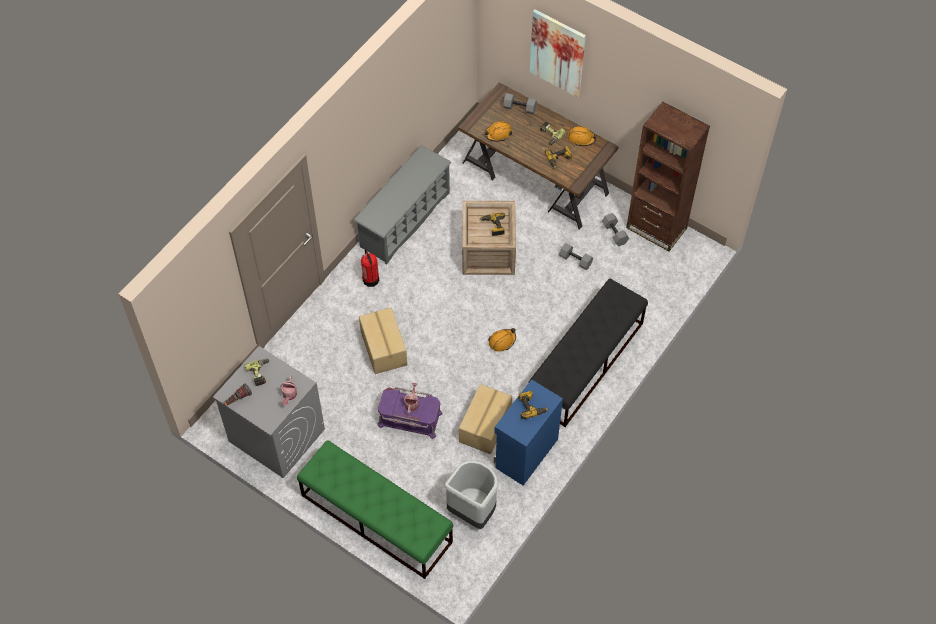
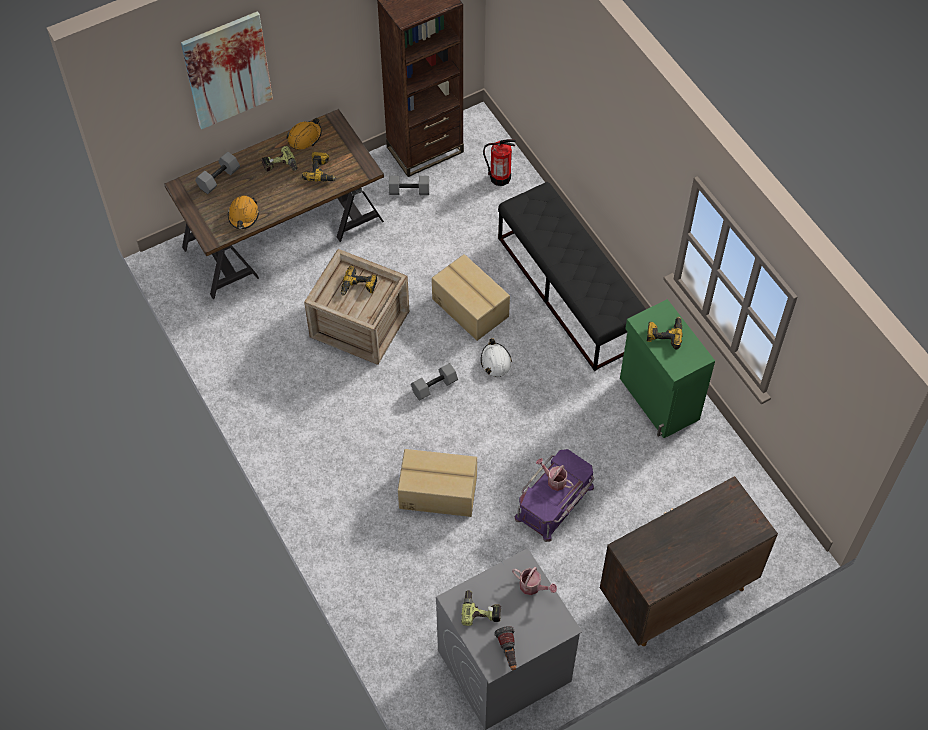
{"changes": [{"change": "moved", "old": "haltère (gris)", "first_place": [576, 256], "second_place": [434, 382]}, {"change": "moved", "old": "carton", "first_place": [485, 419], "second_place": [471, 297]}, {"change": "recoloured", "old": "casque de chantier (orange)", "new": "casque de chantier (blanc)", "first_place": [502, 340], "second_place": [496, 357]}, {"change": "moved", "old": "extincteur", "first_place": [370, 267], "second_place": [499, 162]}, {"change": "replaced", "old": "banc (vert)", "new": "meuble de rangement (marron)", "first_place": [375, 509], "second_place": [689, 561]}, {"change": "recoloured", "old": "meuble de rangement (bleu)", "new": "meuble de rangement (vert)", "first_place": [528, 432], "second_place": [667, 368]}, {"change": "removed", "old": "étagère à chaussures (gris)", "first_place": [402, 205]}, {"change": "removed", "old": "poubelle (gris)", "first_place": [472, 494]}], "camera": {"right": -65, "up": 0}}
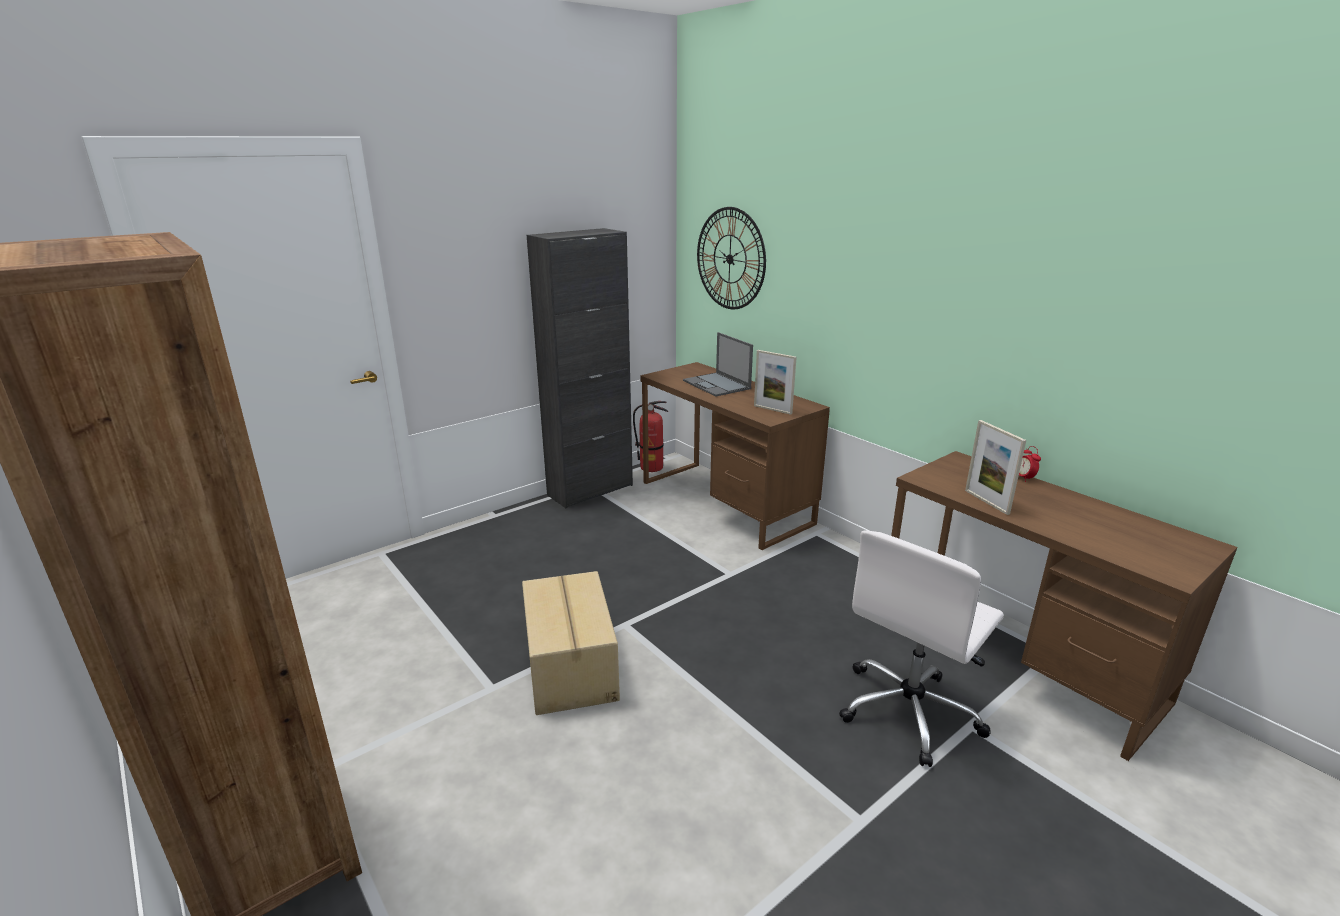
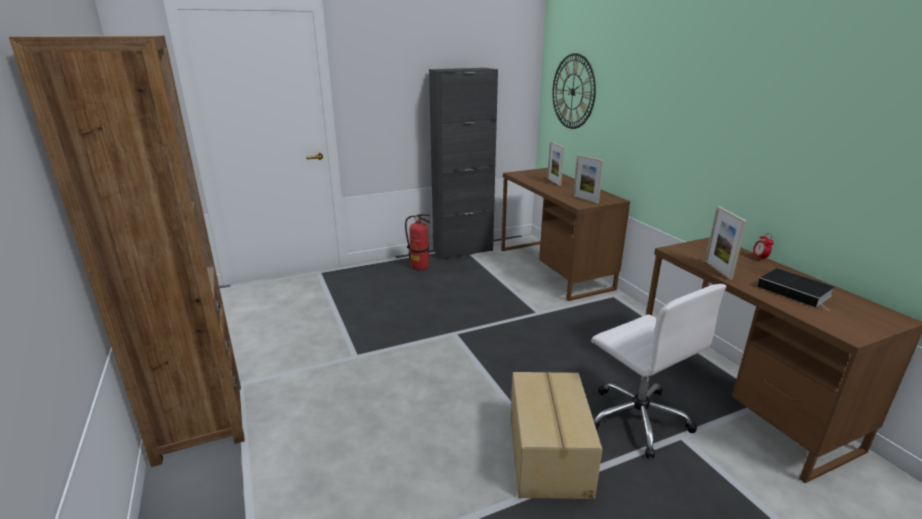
{"changes": [{"change": "moved", "old": "extincteur", "first_place": [650, 436], "second_place": [418, 242]}, {"change": "moved", "old": "carton", "first_place": [571, 643], "second_place": [556, 435]}, {"change": "replaced", "old": "ordinateur portable", "new": "cadre photo", "first_place": [718, 364], "second_place": [555, 163]}, {"change": "turned", "old": "chaise de bureau (blanc)", "first_place": [921, 649], "second_place": [658, 371], "degrees": -90}, {"change": "added", "new": "livre", "second_place": [796, 289]}], "camera": {"right": 15, "up": 0}}
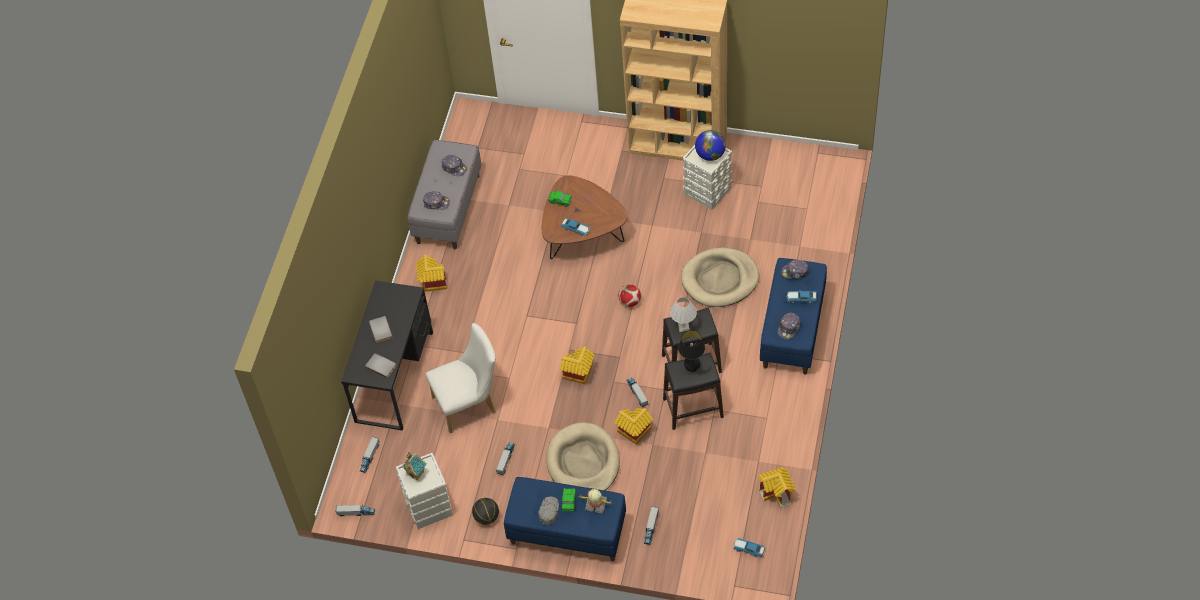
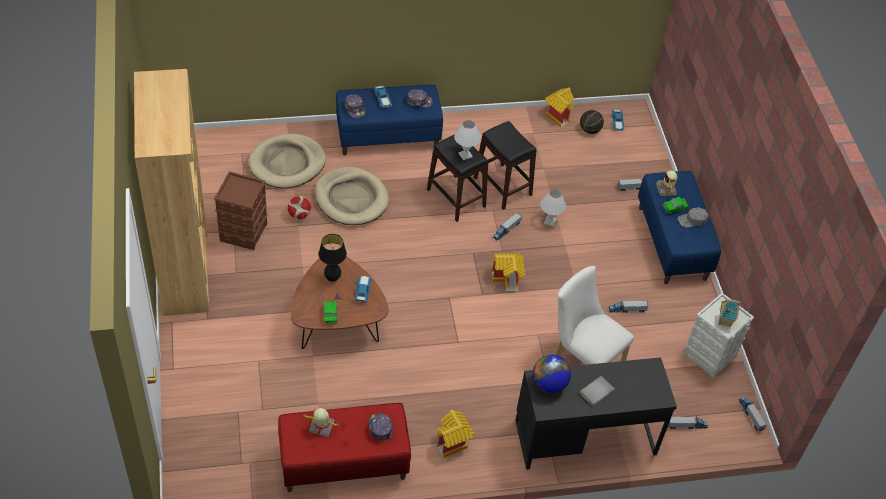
{"changes": [{"change": "recoloured", "old": "boîte de rangement (gris)", "new": "boîte de rangement (marron)", "first_place": [707, 177], "second_place": [240, 210]}, {"change": "moved", "old": "panier pour chien (beige)", "first_place": [583, 456], "second_place": [287, 161]}, {"change": "recoloured", "old": "banc (gris)", "new": "banc (rouge)", "first_place": [445, 194], "second_place": [344, 447]}, {"change": "moved", "old": "ballon de foot", "first_place": [629, 295], "second_place": [299, 207]}, {"change": "replaced", "old": "casquette", "new": "robot jouet", "first_place": [454, 165], "second_place": [321, 422]}, {"change": "moved", "old": "lampe de table (noir)", "first_place": [691, 351], "second_place": [332, 258]}, {"change": "moved", "old": "globe", "first_place": [710, 145], "second_place": [552, 374]}, {"change": "replaced", "old": "maison miniature", "new": "lampe de table (blanc)", "first_place": [634, 426], "second_place": [553, 208]}, {"change": "moved", "old": "ballon de basket", "first_place": [485, 511], "second_place": [592, 122]}, {"change": "removed", "old": "livre (gris)", "first_place": [380, 365]}], "camera": {"right": -120, "up": -5}}
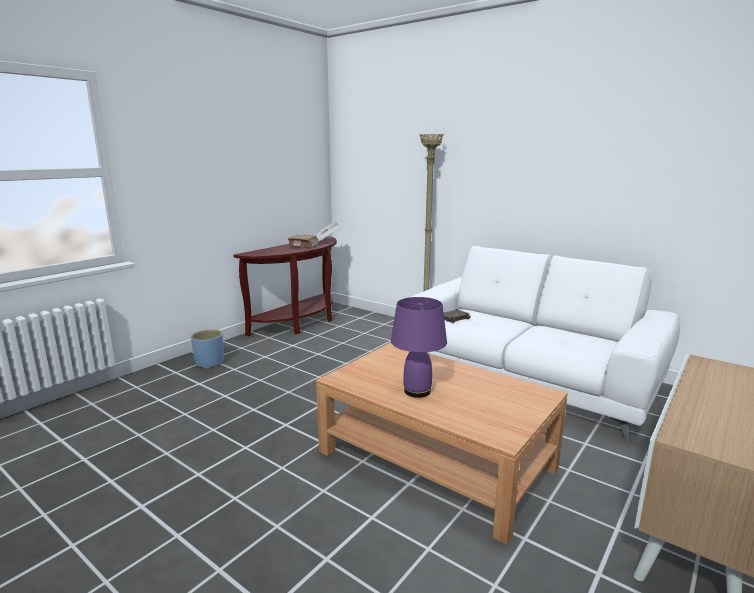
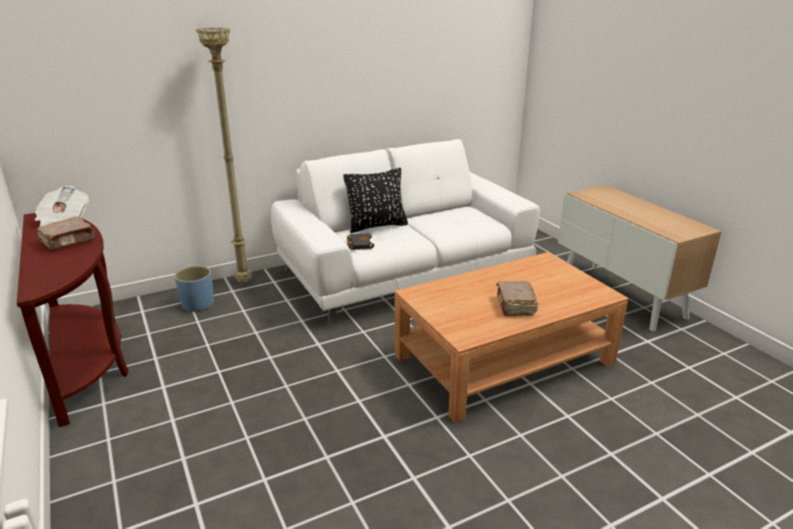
{"changes": [{"change": "moved", "old": "cache-pot (bleu)", "first_place": [207, 349], "second_place": [194, 289]}, {"change": "added", "new": "coussin (noir)", "second_place": [375, 200]}, {"change": "replaced", "old": "lampe de table (violet)", "new": "livre (marron)", "first_place": [419, 347], "second_place": [517, 298]}], "camera": {"right": -65, "up": 10}}
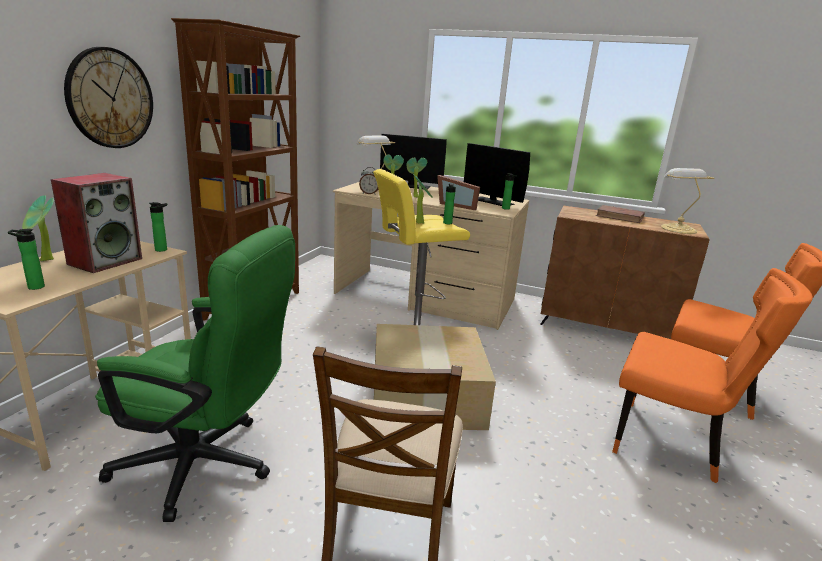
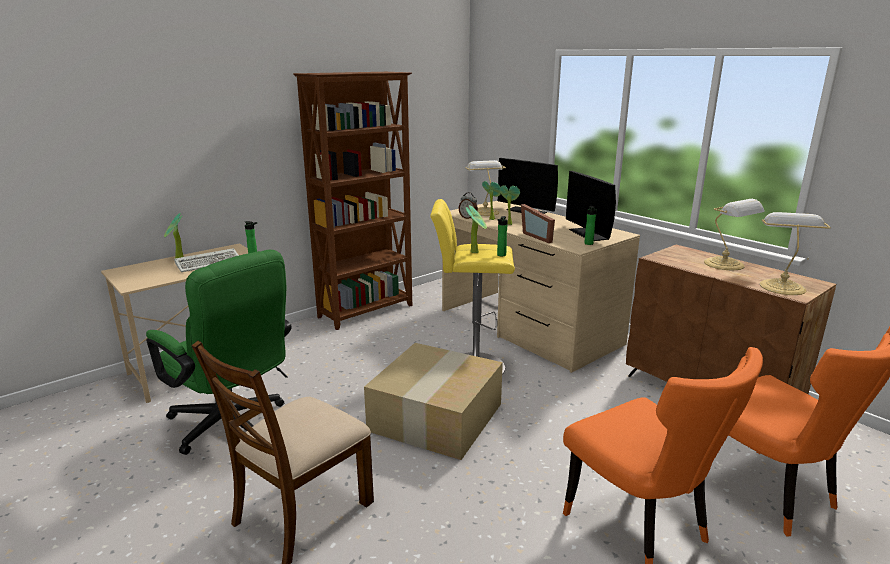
{"changes": [{"change": "replaced", "old": "enceinte", "new": "clavier", "first_place": [96, 223], "second_place": [206, 260]}, {"change": "replaced", "old": "livre (marron)", "new": "lampe de table", "first_place": [620, 214], "second_place": [734, 235]}, {"change": "removed", "old": "bouteille", "first_place": [26, 259]}, {"change": "removed", "old": "horloge murale", "first_place": [108, 97]}], "camera": {"right": 30, "up": 0}}
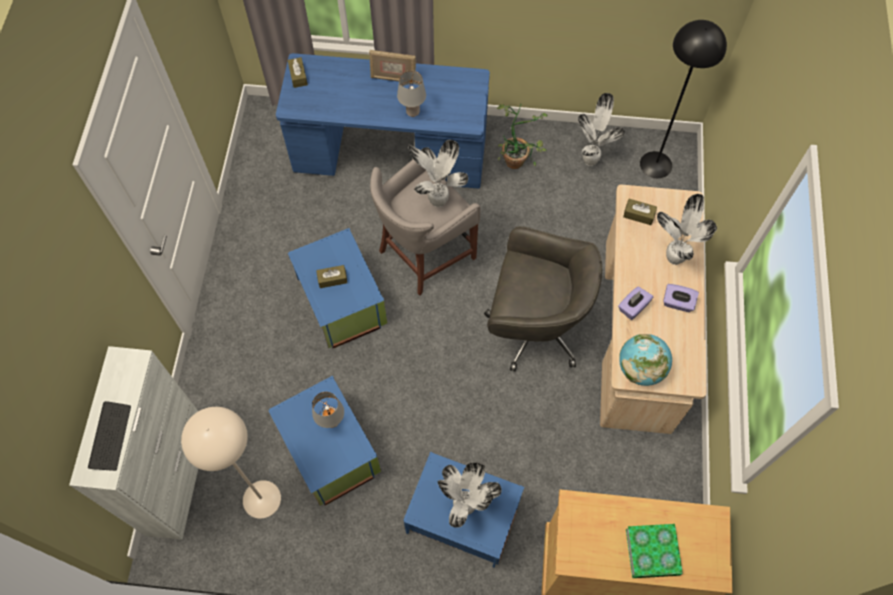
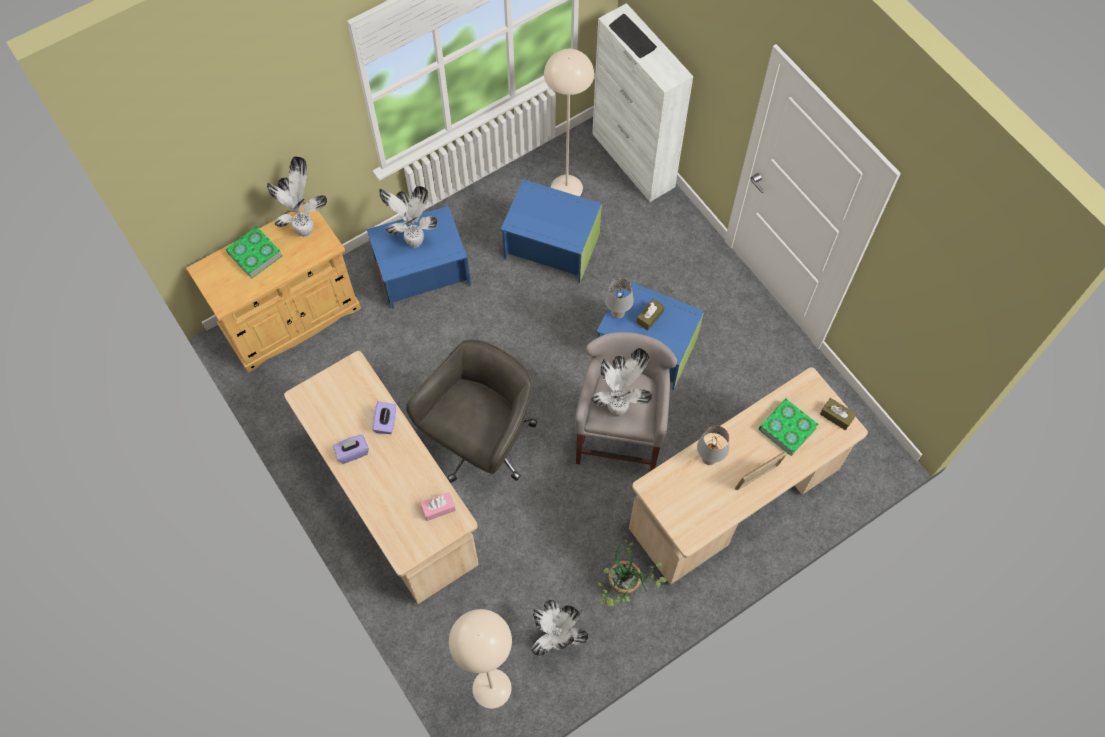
{"changes": [{"change": "moved", "old": "plante en pot", "first_place": [687, 229], "second_place": [297, 196]}, {"change": "turned", "old": "chaise de bureau (gris)", "first_place": [543, 299], "second_place": [472, 411], "degrees": 150}, {"change": "recoloured", "old": "boîte à mouchoirs (marron)", "new": "boîte à mouchoirs (rose)", "first_place": [640, 212], "second_place": [438, 506]}, {"change": "recoloured", "old": "lampadaire (noir)", "new": "lampadaire (beige)", "first_place": [683, 99], "second_place": [480, 659]}, {"change": "moved", "old": "lampe de table (gris)", "first_place": [328, 410], "second_place": [619, 298]}, {"change": "recoloured", "old": "bureau (bleu)", "new": "bureau (beige)", "first_place": [383, 121], "second_place": [748, 476]}, {"change": "added", "new": "livre", "second_place": [788, 427]}, {"change": "removed", "old": "globe", "first_place": [645, 360]}], "camera": {"right": 140, "up": 0}}
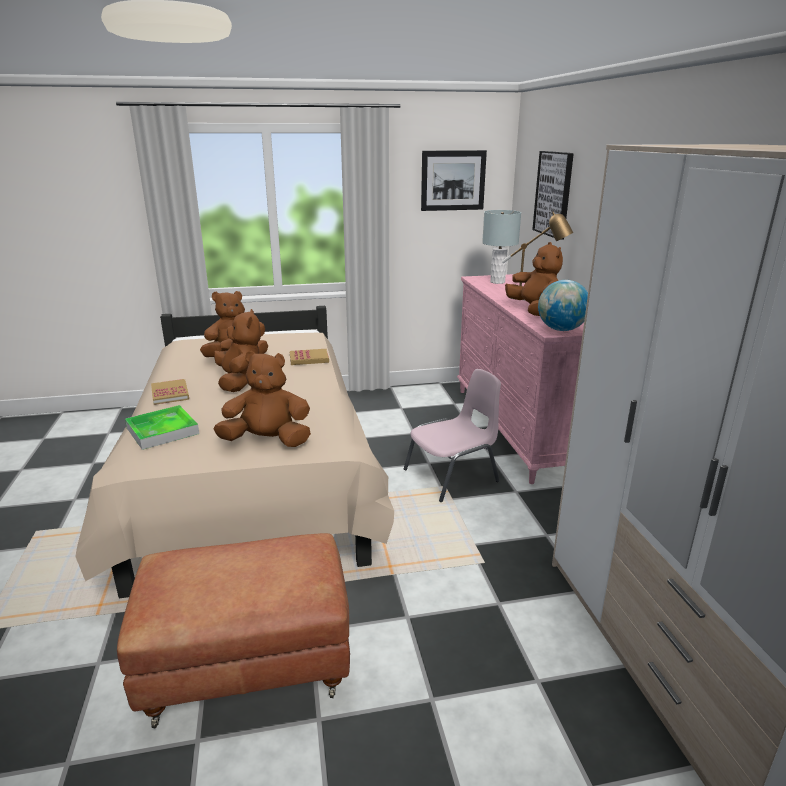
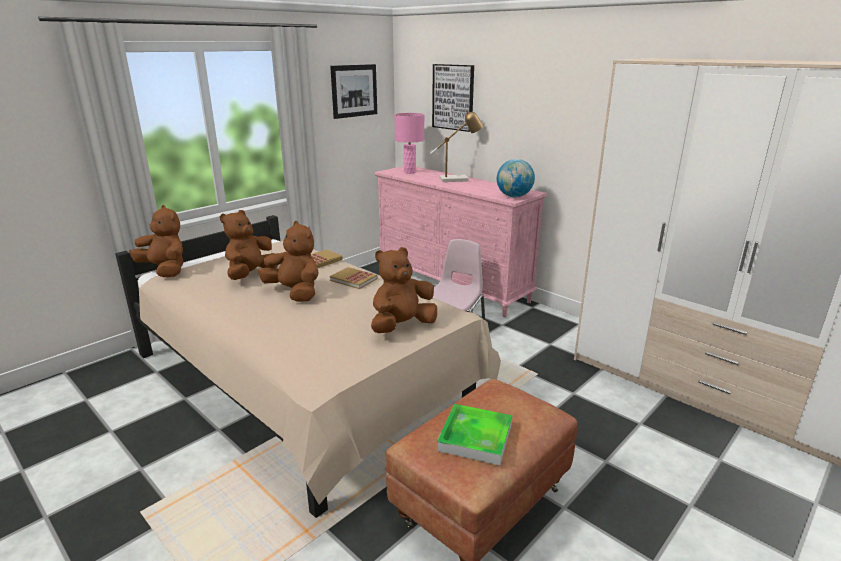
{"changes": [{"change": "moved", "old": "peluche (marron)", "first_place": [534, 279], "second_place": [156, 241]}, {"change": "moved", "old": "livre", "first_place": [170, 392], "second_place": [354, 278]}, {"change": "recoloured", "old": "lampe de table (gris)", "new": "lampe de table (rose)", "first_place": [501, 247], "second_place": [409, 143]}, {"change": "moved", "old": "plateau", "first_place": [162, 427], "second_place": [474, 435]}], "camera": {"right": -35, "up": 0}}
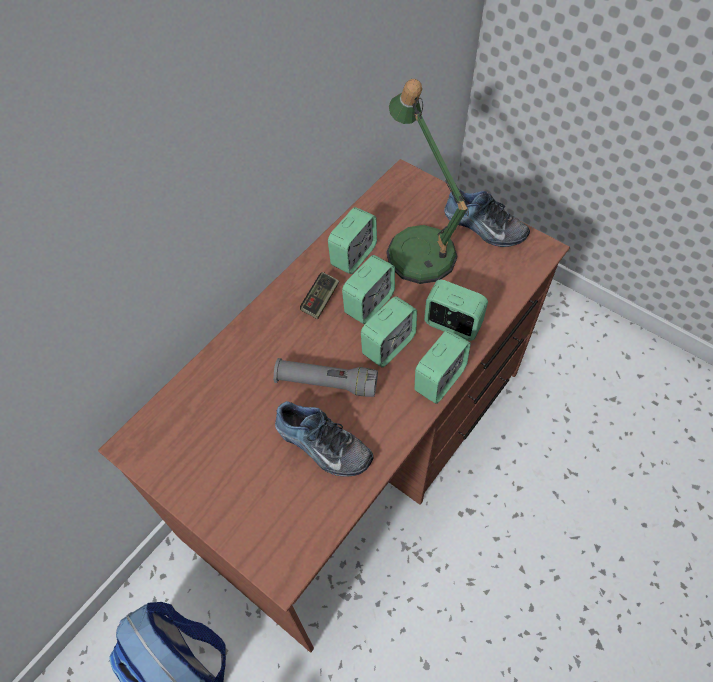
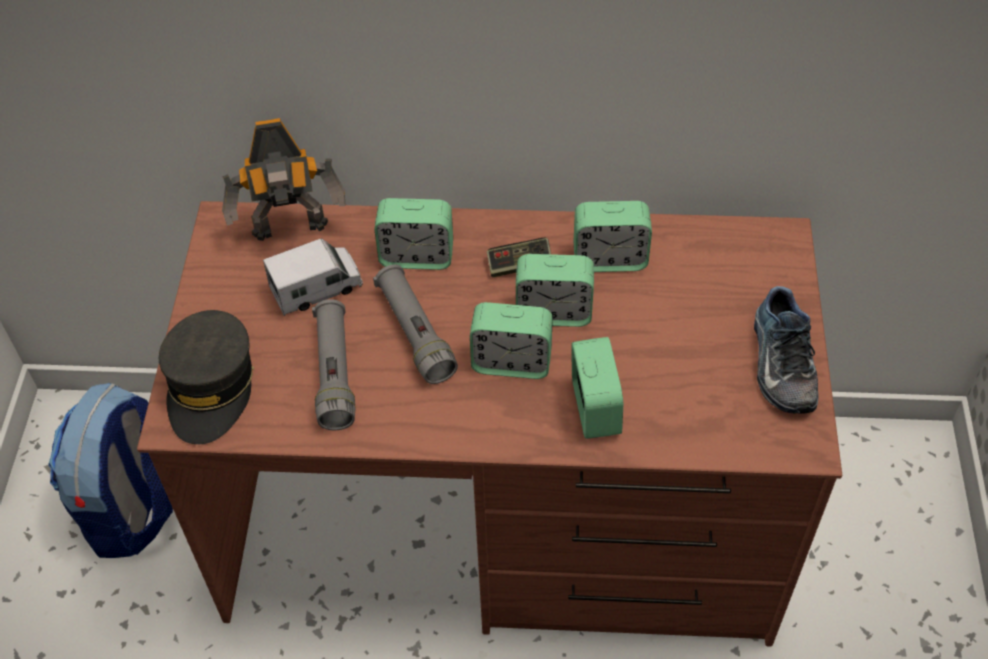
{"changes": [{"change": "added", "new": "casquette (gris)", "second_place": [206, 377]}, {"change": "added", "new": "robot jouet", "second_place": [283, 179]}, {"change": "added", "new": "camion jouet", "second_place": [313, 277]}, {"change": "replaced", "old": "chaussure", "new": "lampe de poche (gris)", "first_place": [324, 439], "second_place": [333, 364]}, {"change": "moved", "old": "réveil", "first_place": [442, 367], "second_place": [413, 234]}, {"change": "removed", "old": "lampe de table", "first_place": [427, 181]}], "camera": {"right": 55, "up": -5}}
